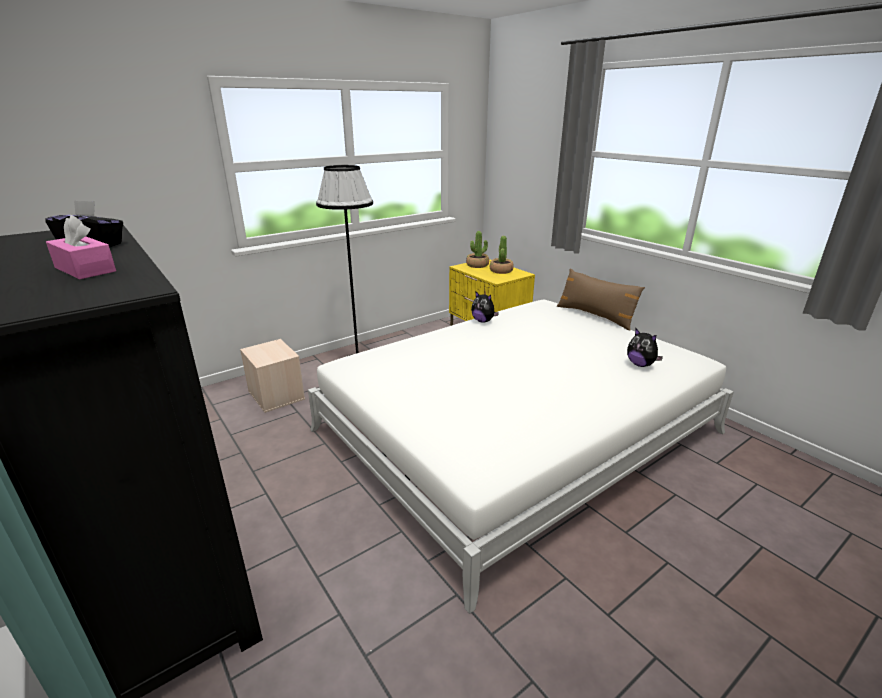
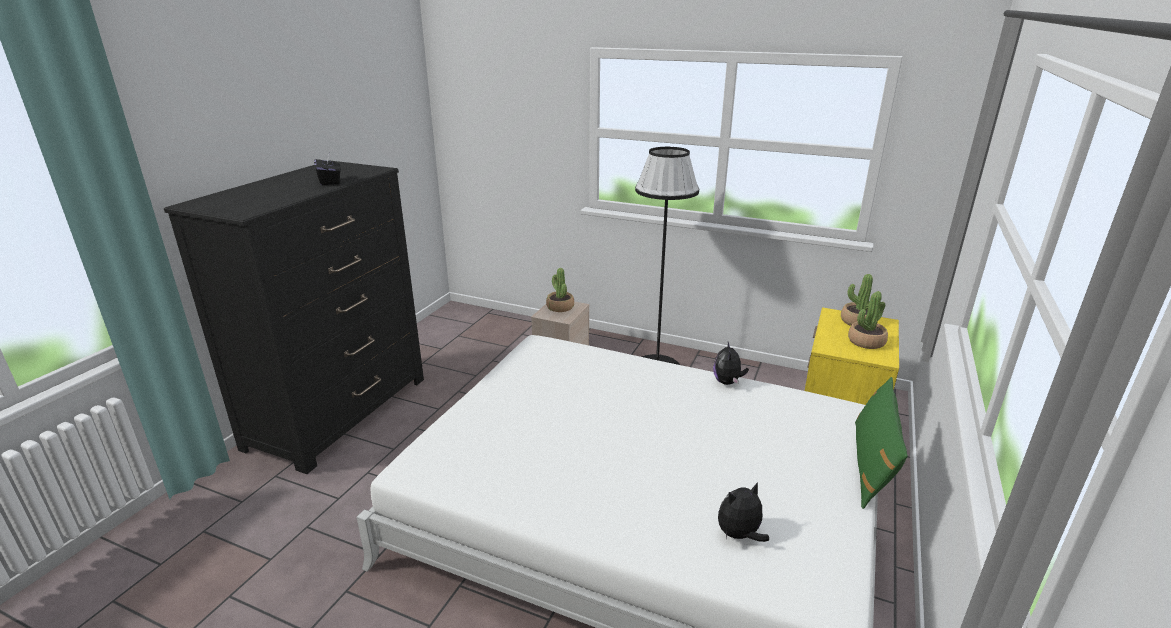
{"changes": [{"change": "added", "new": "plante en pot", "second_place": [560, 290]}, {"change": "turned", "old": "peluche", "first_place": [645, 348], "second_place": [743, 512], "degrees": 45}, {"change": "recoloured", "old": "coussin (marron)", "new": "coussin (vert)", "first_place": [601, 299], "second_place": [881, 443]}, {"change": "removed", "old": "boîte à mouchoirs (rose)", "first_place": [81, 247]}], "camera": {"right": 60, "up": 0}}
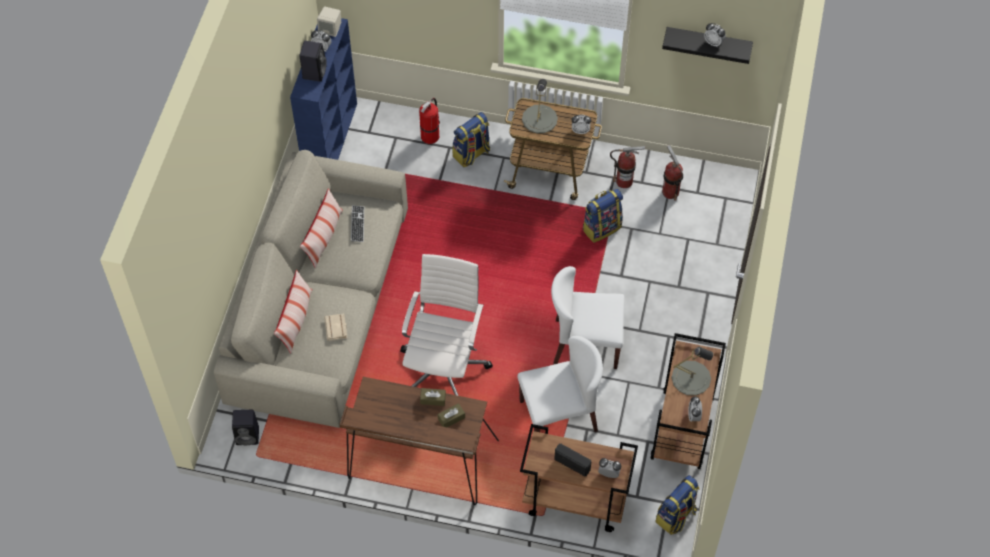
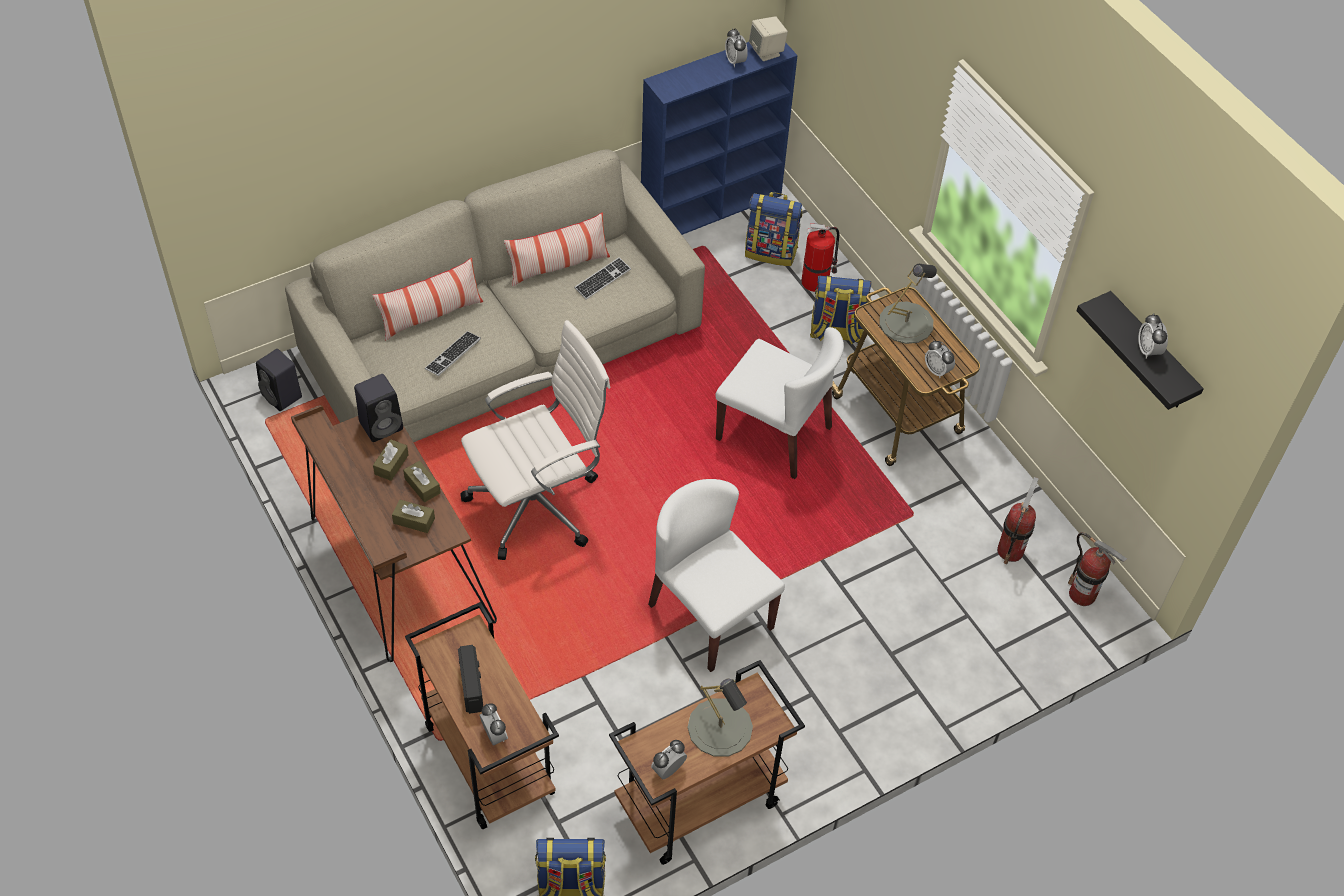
{"changes": [{"change": "moved", "old": "enceinte (noir)", "first_place": [312, 61], "second_place": [378, 408]}, {"change": "added", "new": "boîte à mouchoirs (marron)", "second_place": [391, 460]}, {"change": "replaced", "old": "livre (beige)", "new": "clavier", "first_place": [336, 327], "second_place": [453, 353]}, {"change": "moved", "old": "chaise (blanc)", "first_place": [560, 384], "second_place": [779, 403]}, {"change": "moved", "old": "sac à dos", "first_place": [603, 216], "second_place": [773, 229]}, {"change": "moved", "old": "extincteur", "first_place": [627, 167], "second_place": [1097, 569]}], "camera": {"right": 45, "up": -5}}
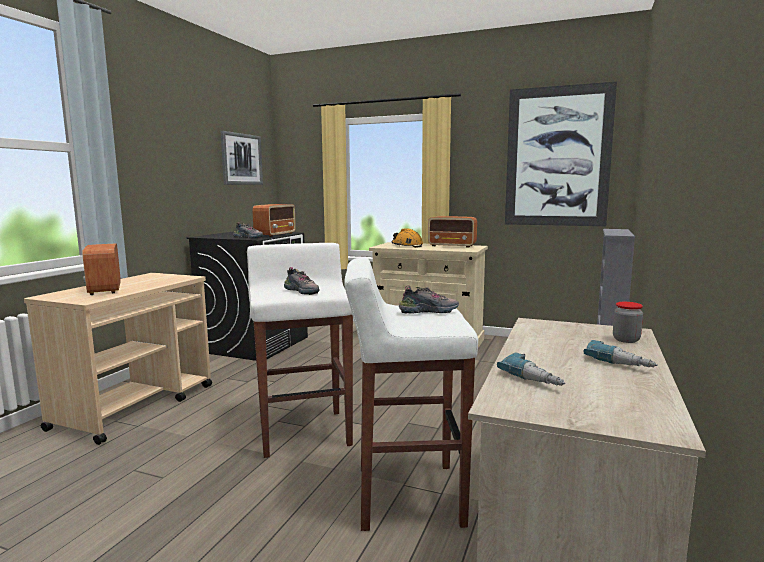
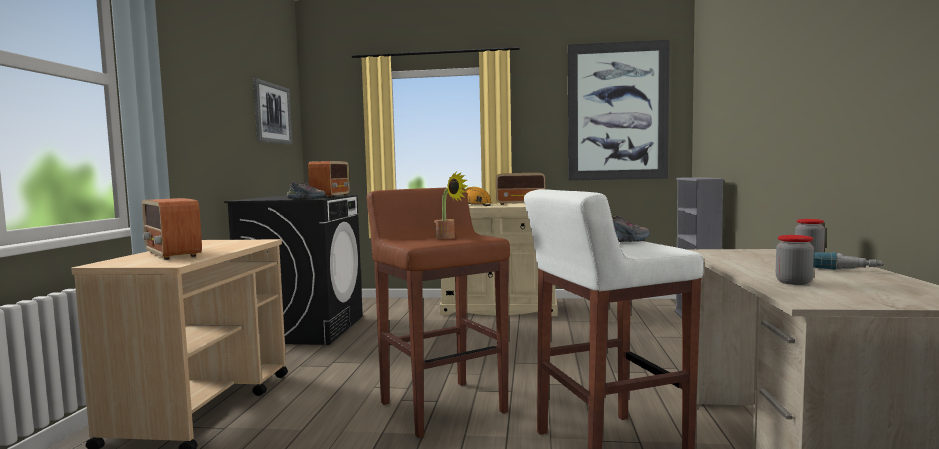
{"changes": [{"change": "recoloured", "old": "tabouret (blanc)", "new": "tabouret (marron)", "first_place": [300, 350], "second_place": [438, 313]}, {"change": "replaced", "old": "chaussure", "new": "plante en pot", "first_place": [301, 281], "second_place": [451, 205]}, {"change": "replaced", "old": "perceuse", "new": "bocal", "first_place": [531, 369], "second_place": [795, 260]}], "camera": {"right": -15, "up": -5}}
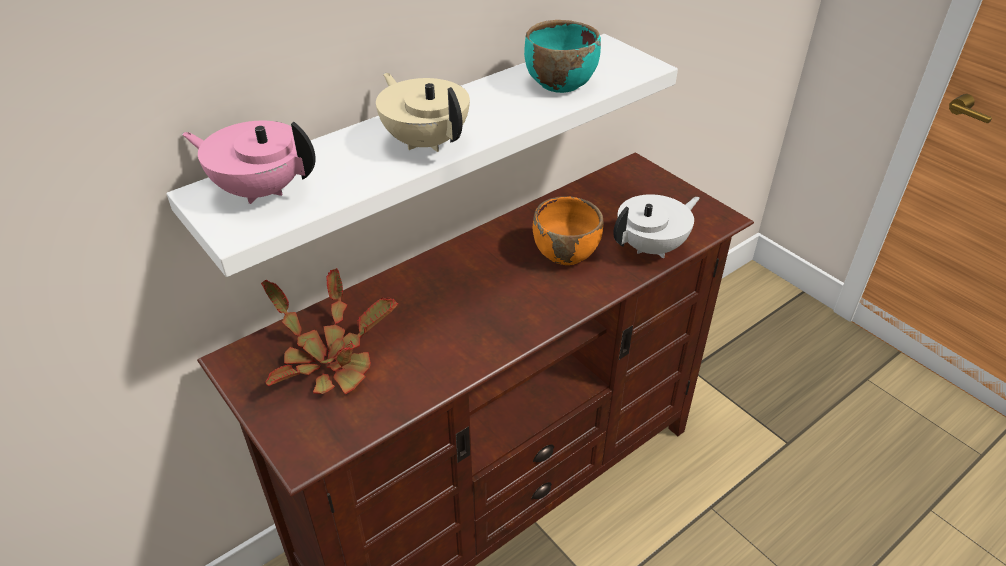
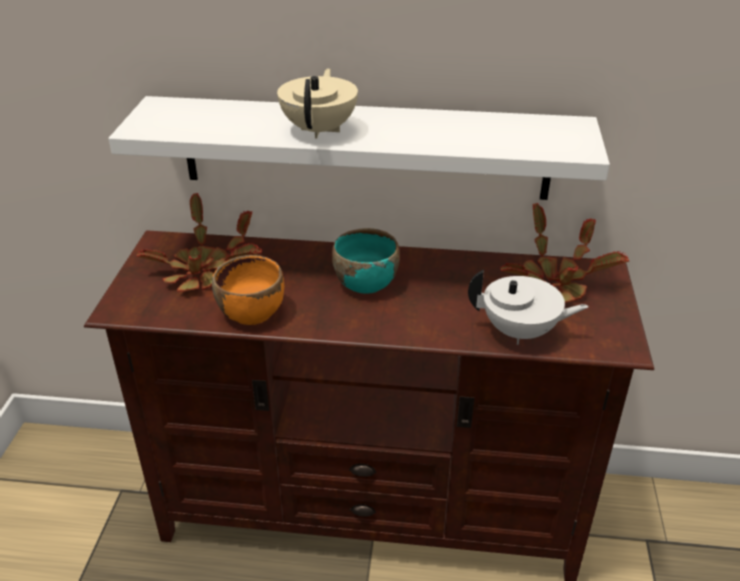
{"changes": [{"change": "moved", "old": "bol (orange)", "first_place": [568, 230], "second_place": [248, 290]}, {"change": "moved", "old": "bol (turquoise)", "first_place": [562, 56], "second_place": [366, 261]}, {"change": "added", "new": "plante en pot", "second_place": [564, 253]}, {"change": "removed", "old": "théière (rose)", "first_place": [249, 162]}], "camera": {"right": 45, "up": -5}}
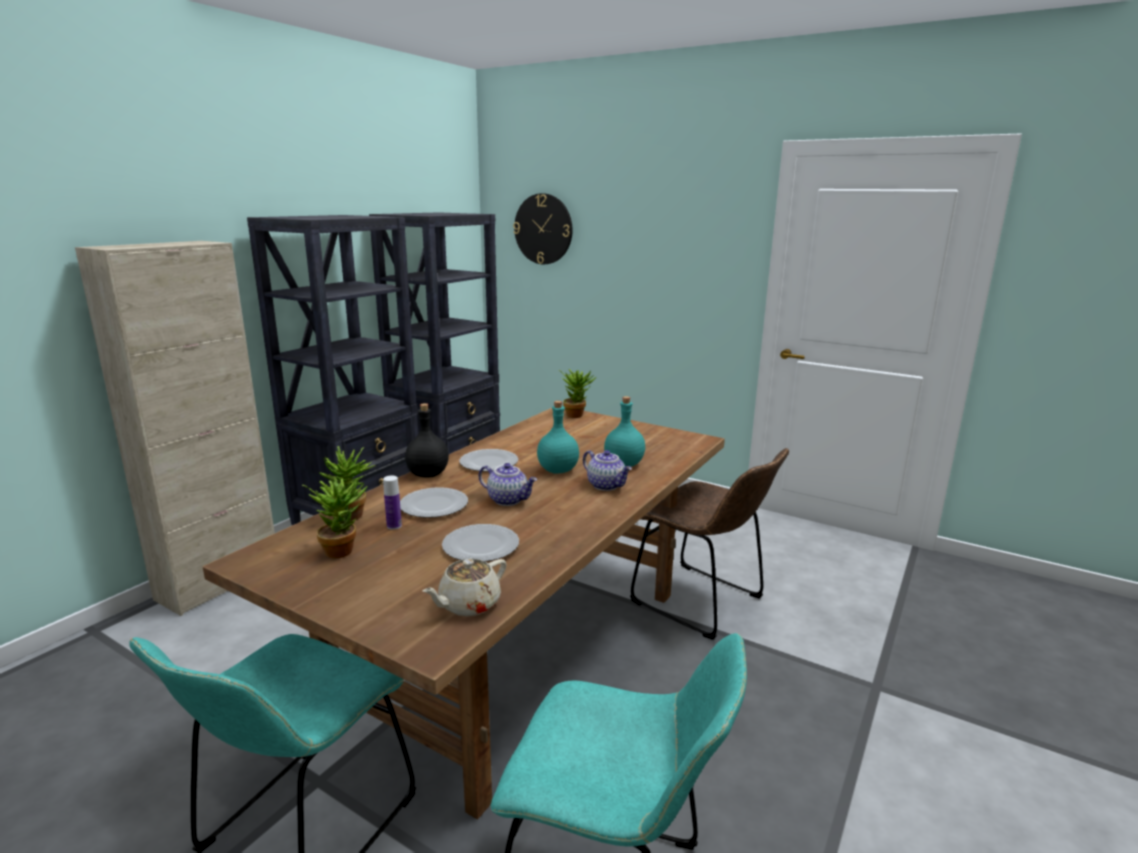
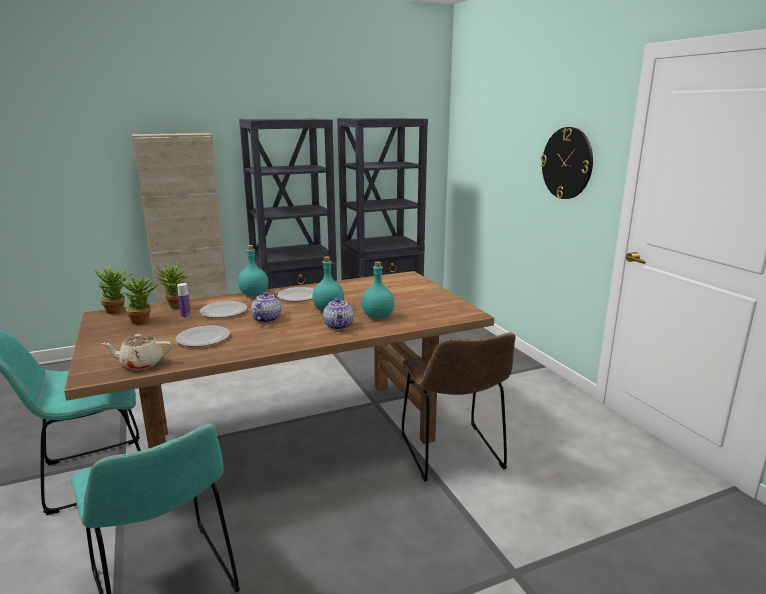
{"changes": [{"change": "moved", "old": "plante en pot", "first_place": [577, 393], "second_place": [113, 290]}, {"change": "recoloured", "old": "bouteille (noir)", "new": "bouteille (turquoise)", "first_place": [427, 440], "second_place": [253, 271]}, {"change": "turned", "old": "théière", "first_place": [508, 484], "second_place": [266, 307], "degrees": -135}, {"change": "moved", "old": "horloge murale", "first_place": [542, 228], "second_place": [566, 163]}], "camera": {"right": 35, "up": 0}}
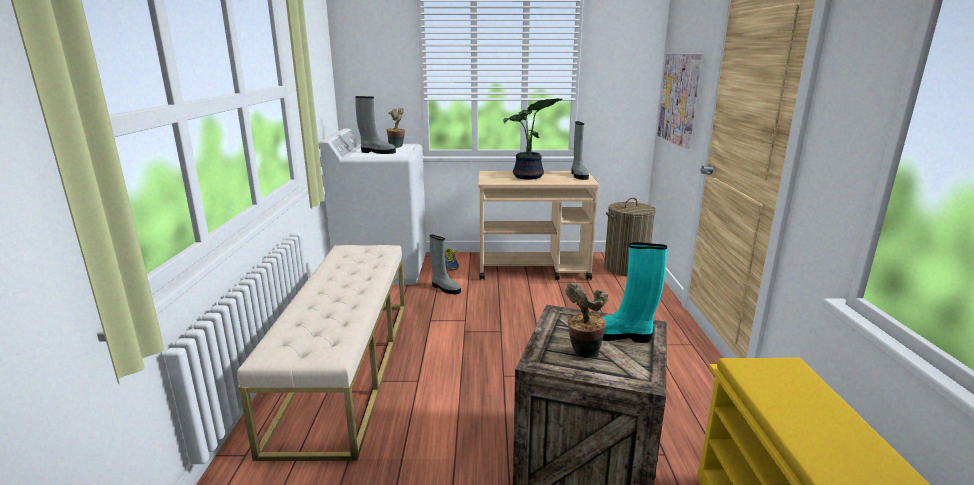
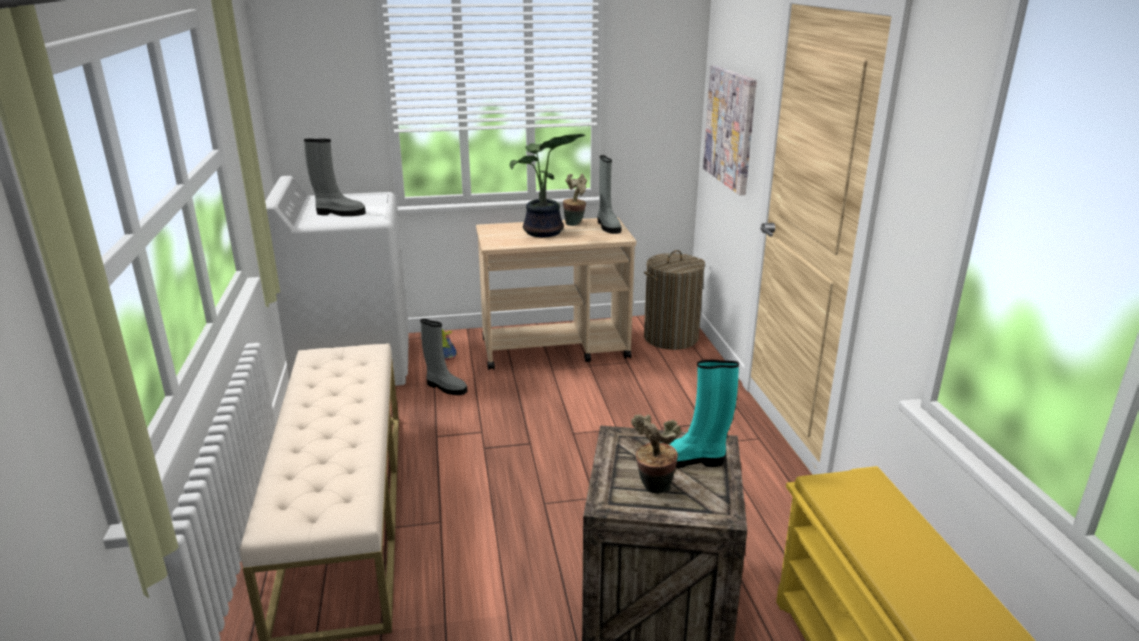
{"changes": [{"change": "moved", "old": "plante en pot", "first_place": [396, 128], "second_place": [575, 199]}], "camera": {"right": -10, "up": 5}}
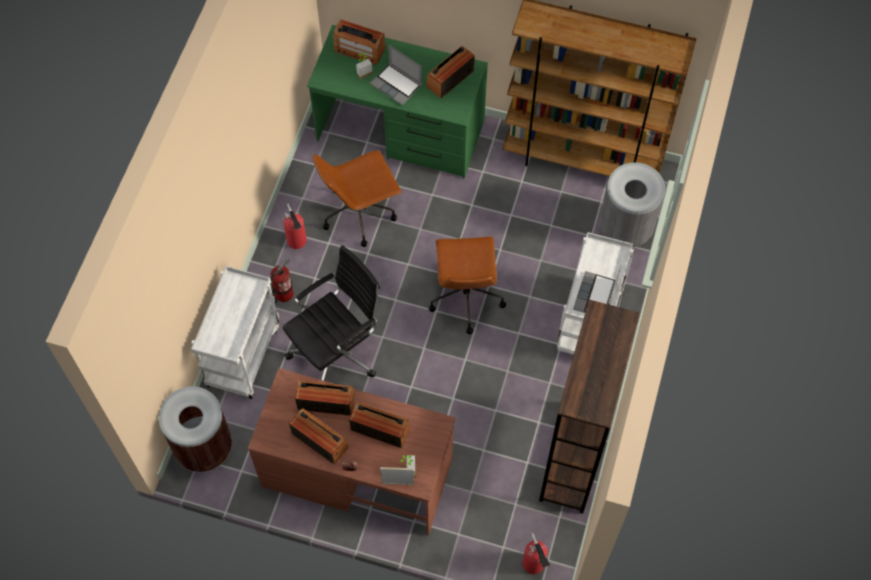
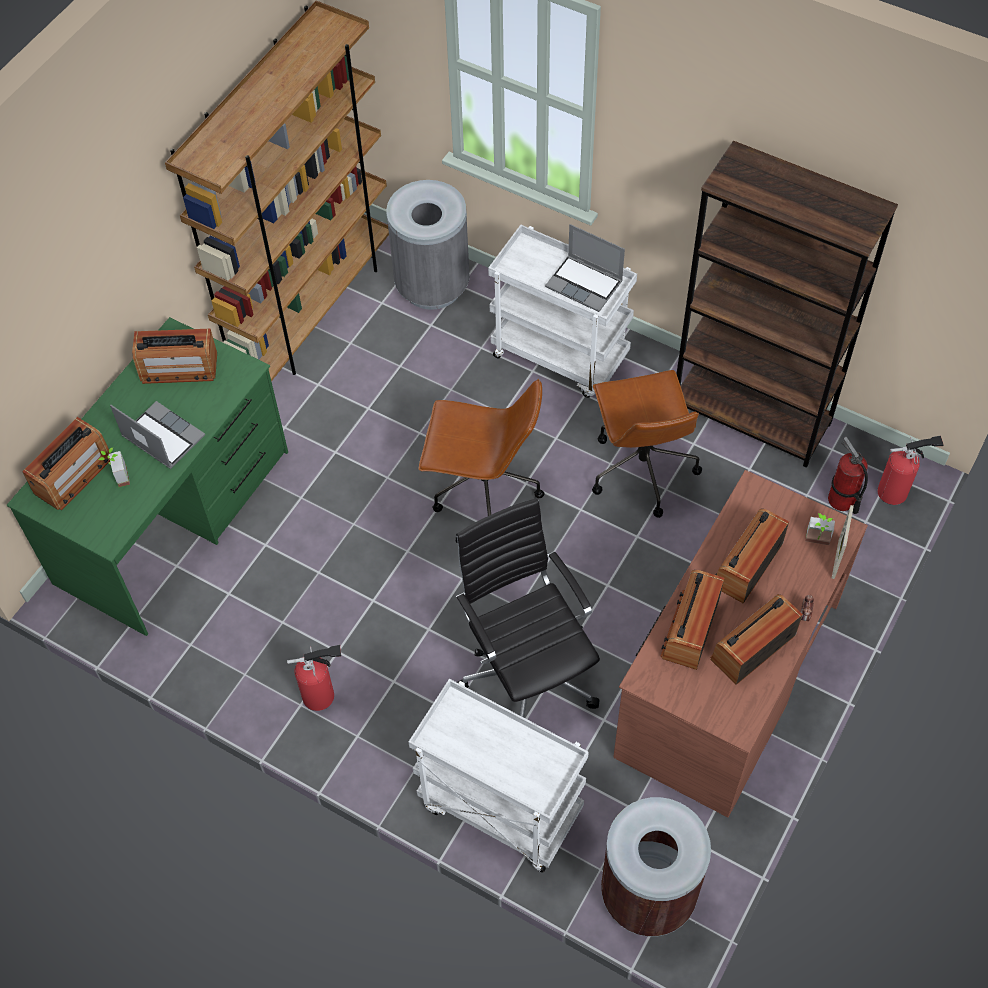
{"changes": [{"change": "turned", "old": "ordinateur portable", "first_place": [396, 75], "second_place": [157, 435], "degrees": -105}, {"change": "turned", "old": "radio", "first_place": [450, 72], "second_place": [174, 356], "degrees": -60}, {"change": "moved", "old": "chaise de bureau (marron)", "first_place": [357, 198], "second_place": [647, 444]}, {"change": "moved", "old": "extincteur", "first_place": [282, 280], "second_place": [848, 475]}], "camera": {"right": -75, "up": -5}}
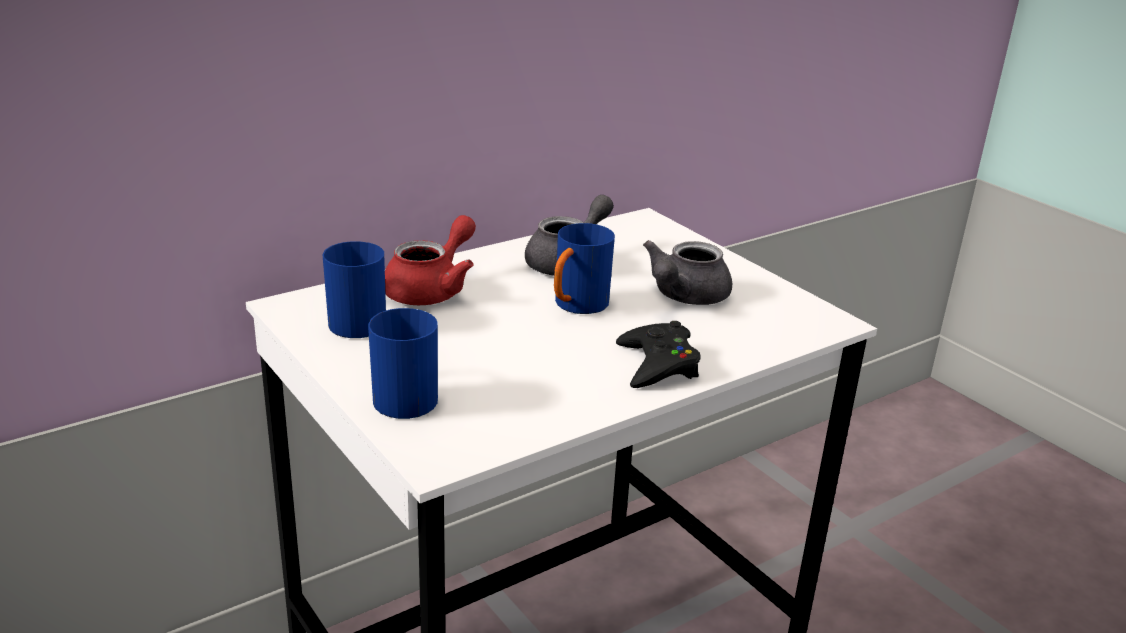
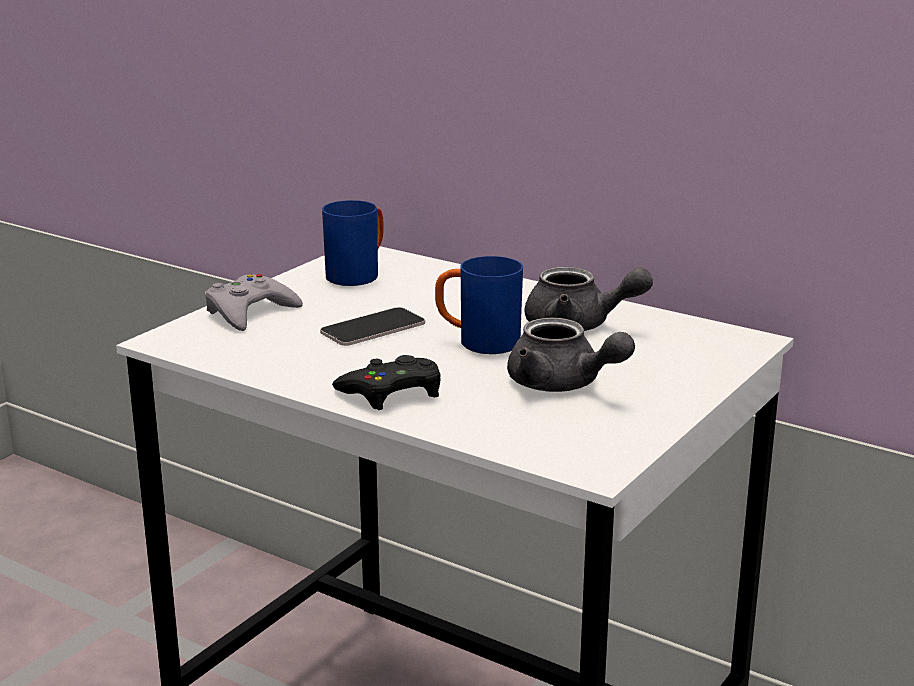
{"changes": [{"change": "replaced", "old": "mug (bleu)", "new": "manette (gris)", "first_place": [403, 363], "second_place": [254, 302]}, {"change": "added", "new": "téléphone", "second_place": [372, 326]}, {"change": "turned", "old": "théière (gris)", "first_place": [687, 272], "second_place": [571, 354], "degrees": -150}, {"change": "removed", "old": "théière (rouge)", "first_place": [430, 260]}], "camera": {"right": 70, "up": -5}}
